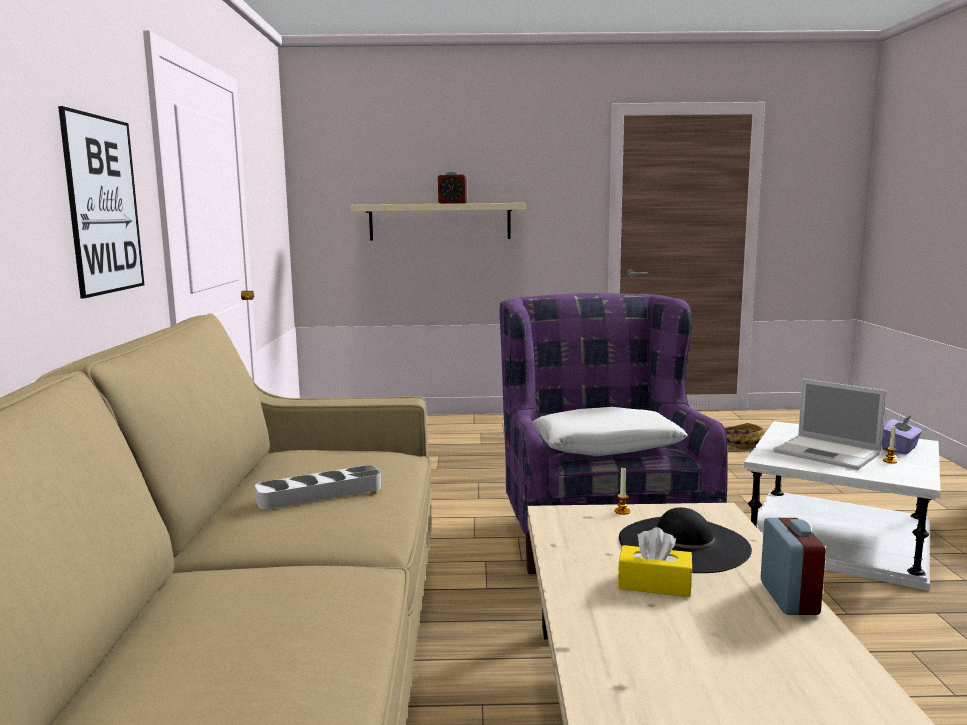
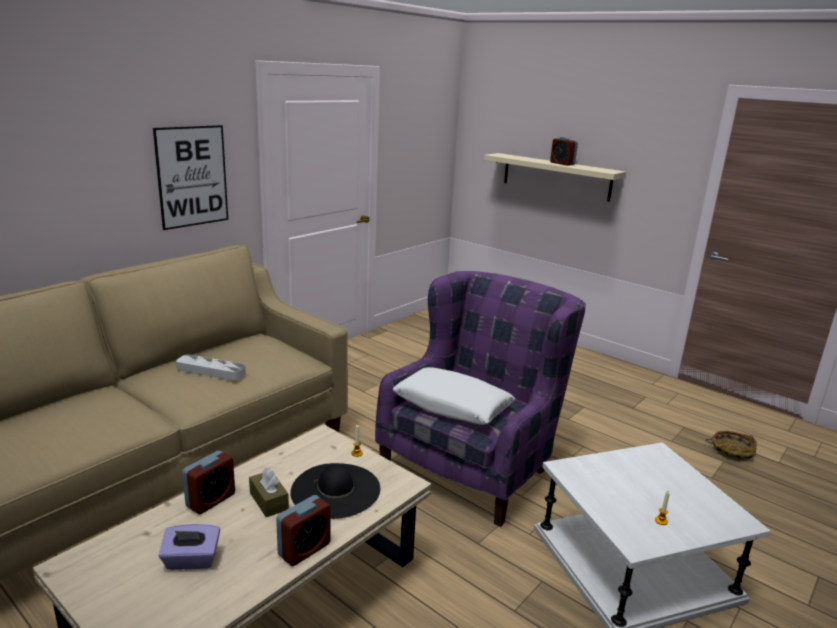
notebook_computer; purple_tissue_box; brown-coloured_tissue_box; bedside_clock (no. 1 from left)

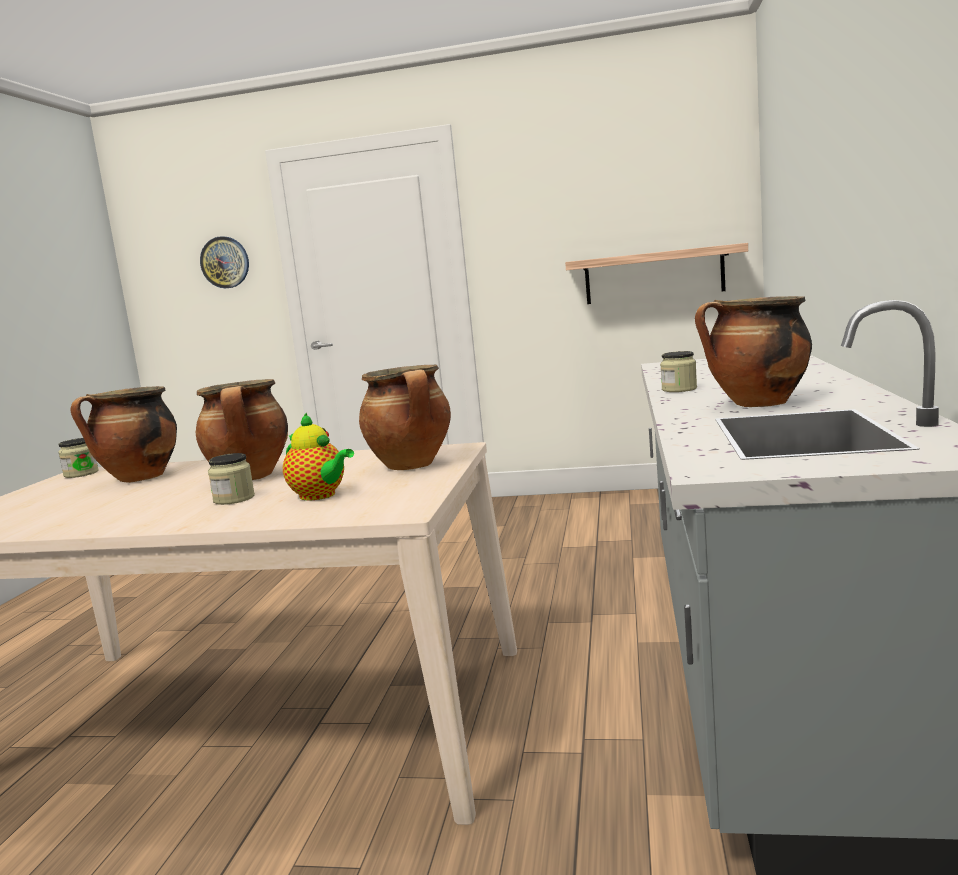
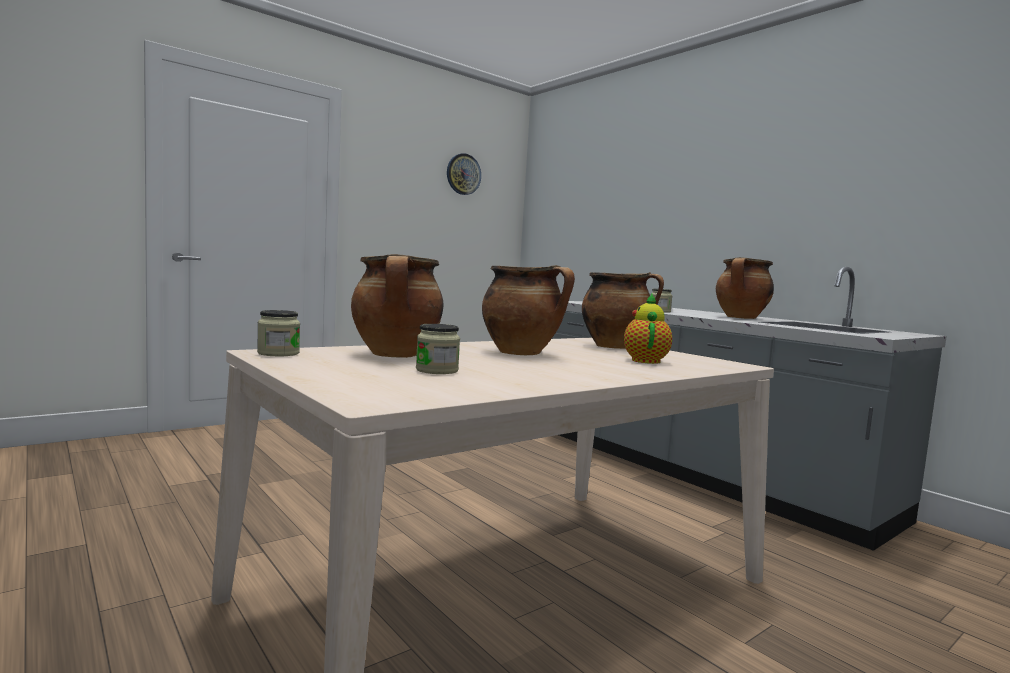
hanging_clock; shelf; pot_for_tea; jar (no. 2 from left)

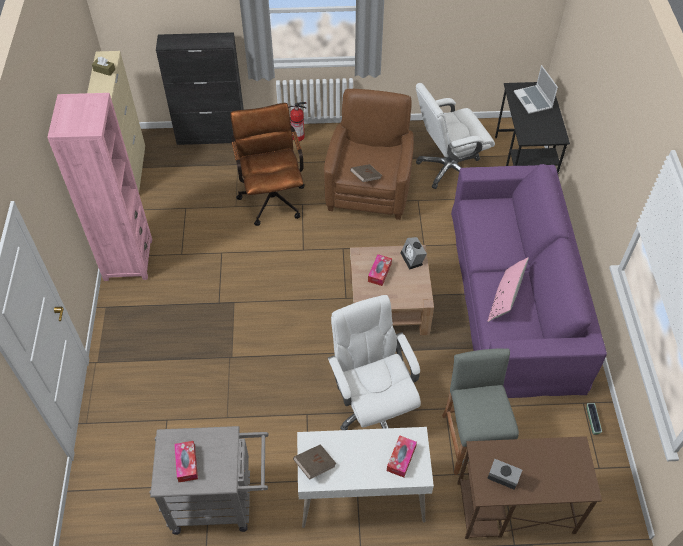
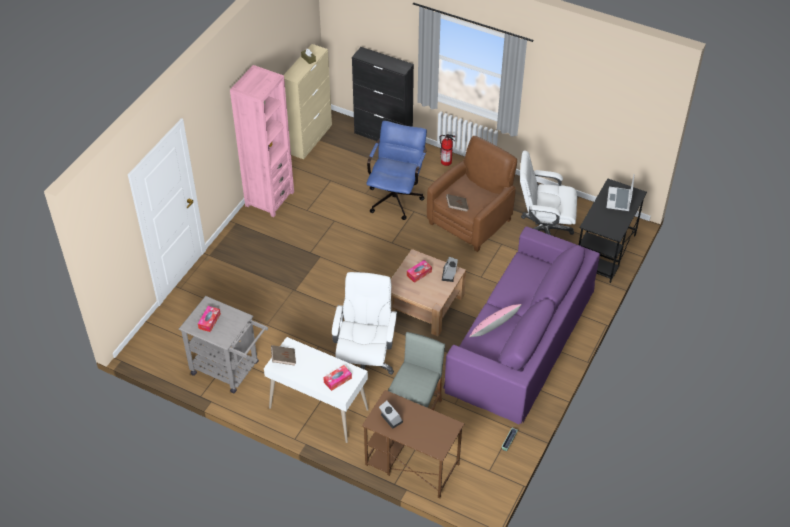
blue_office_chair

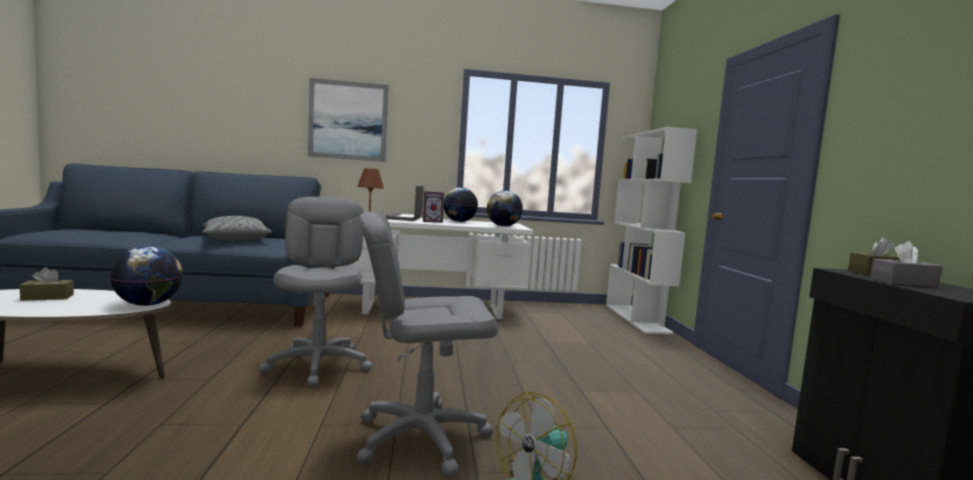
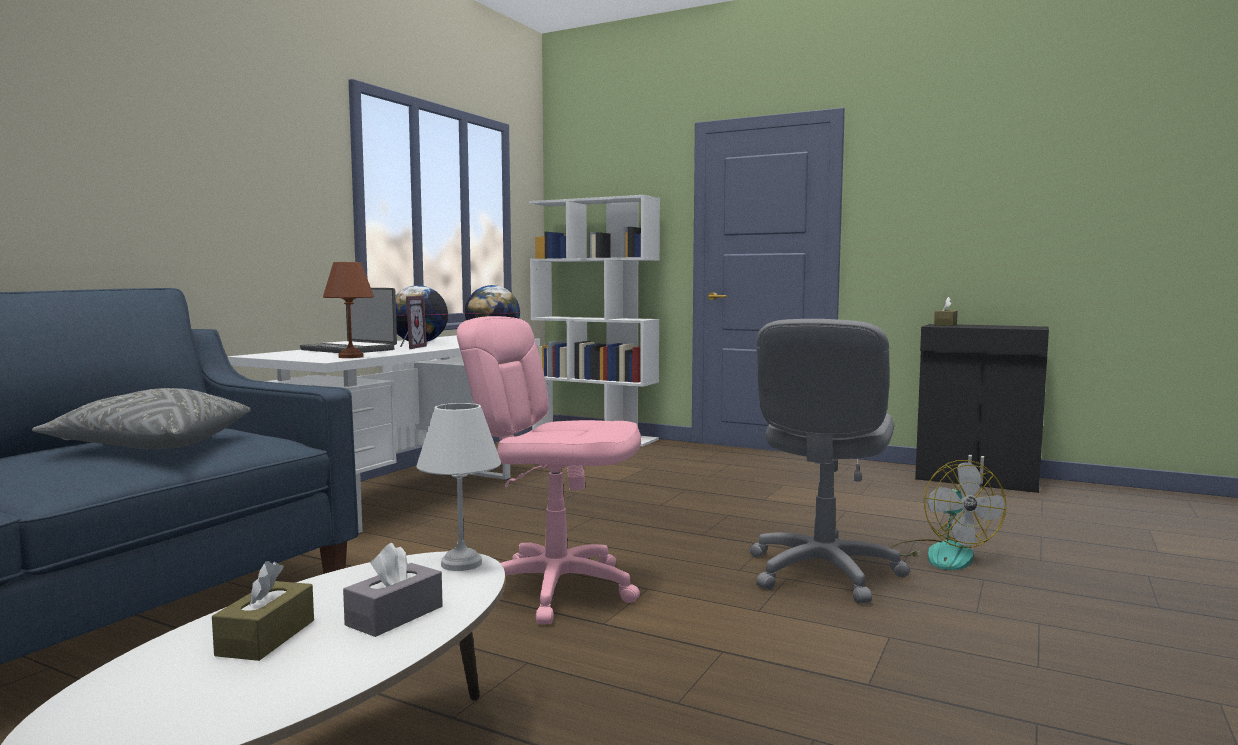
wall_picture; pinkish_office_chair; greyish_tissue_box; whitish_lamp_for_a_table

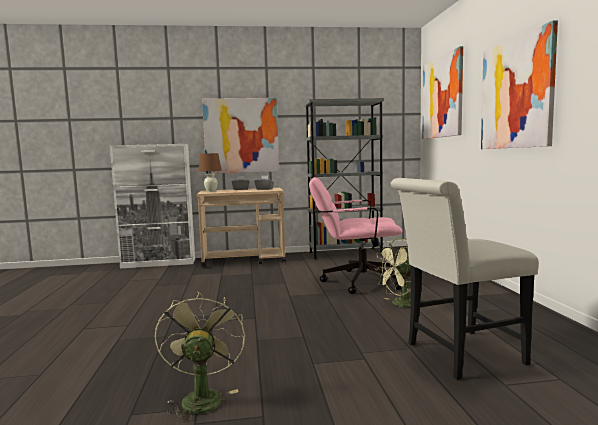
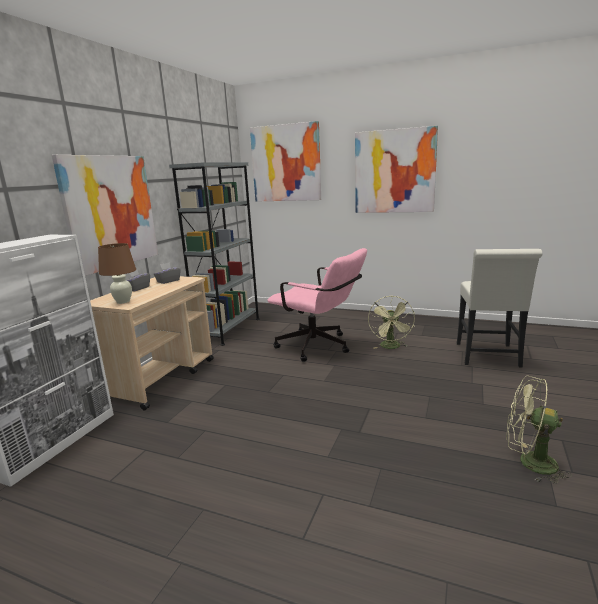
pinkish_office_chair

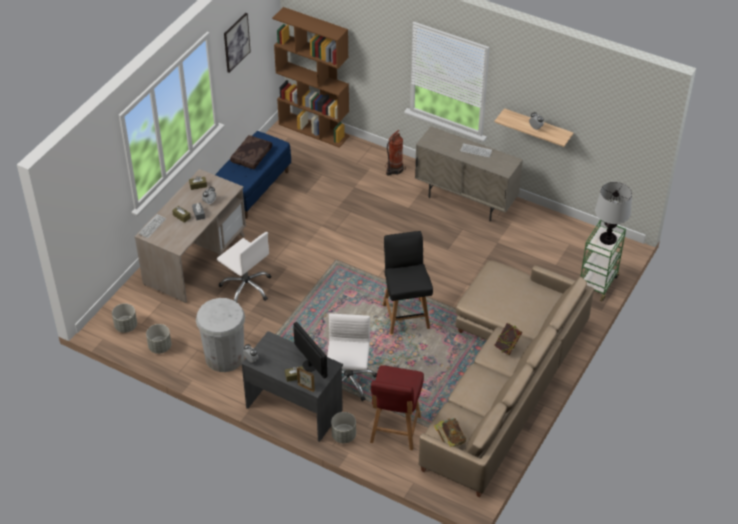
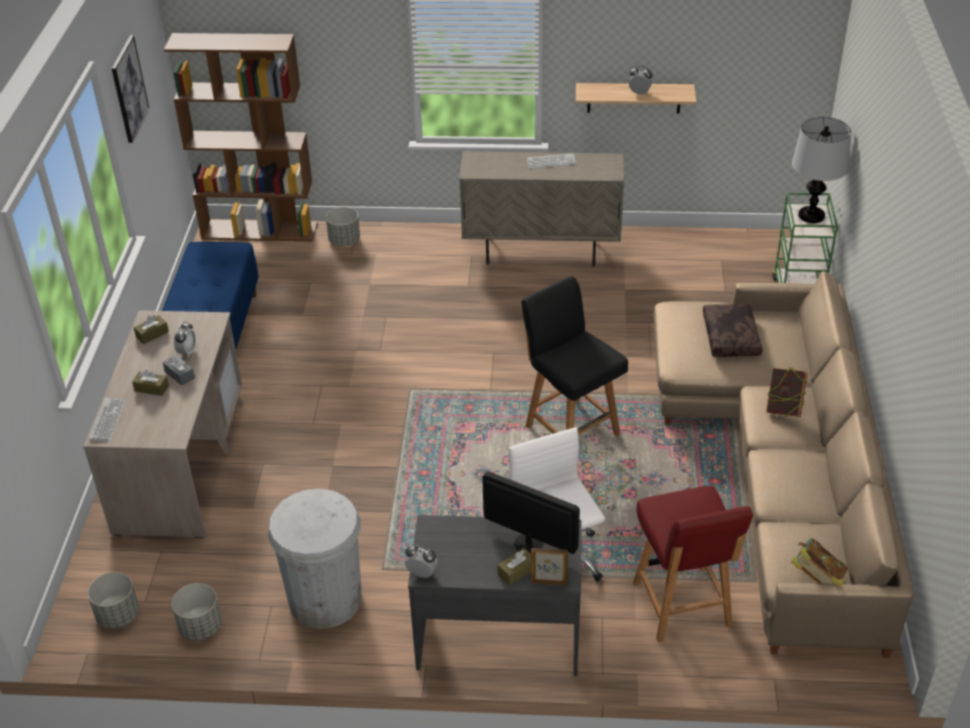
extinguisher; brown-coloured_pillow; whitish_office_chair (no. 1 from left in the first image); greyish_plant_pot (no. 3 from left)

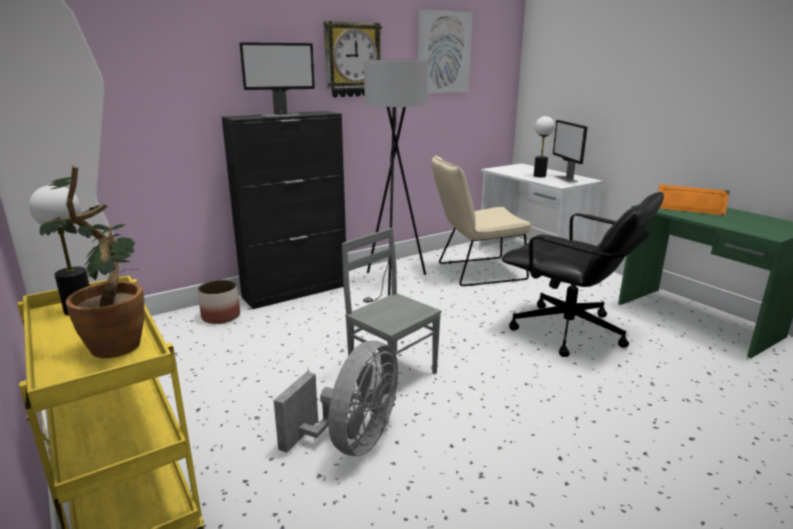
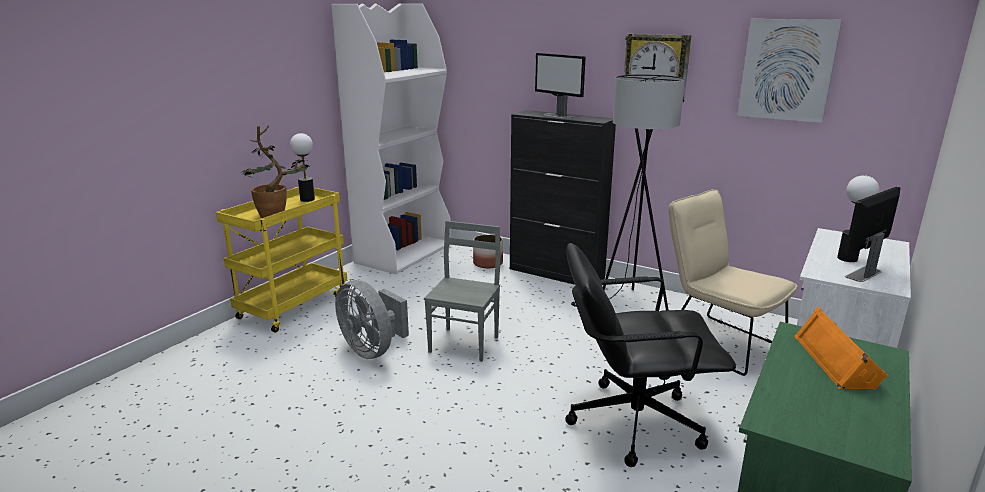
blackish_office_chair; greyish_fan

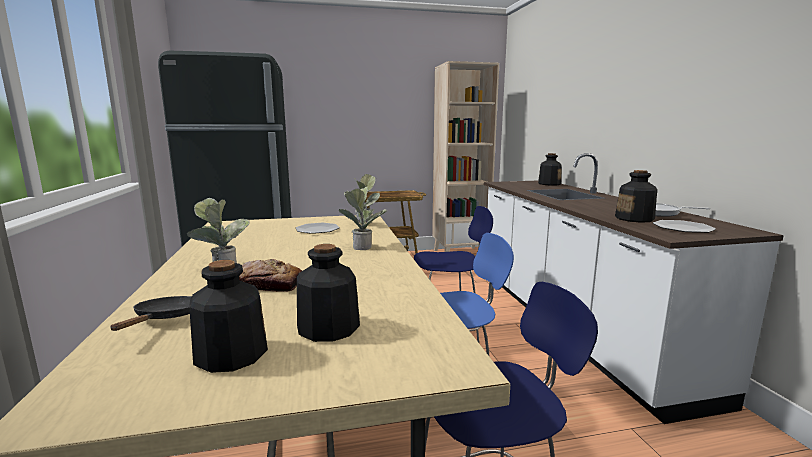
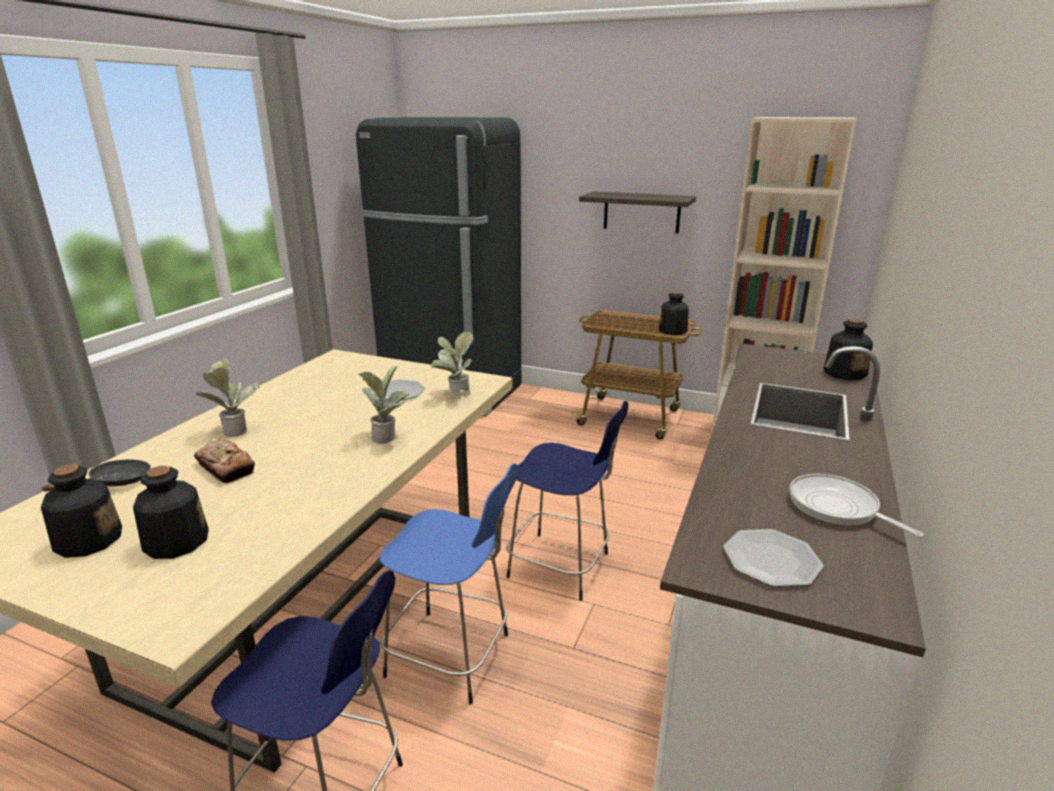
drink_bottle (no. 3 from left); shelf

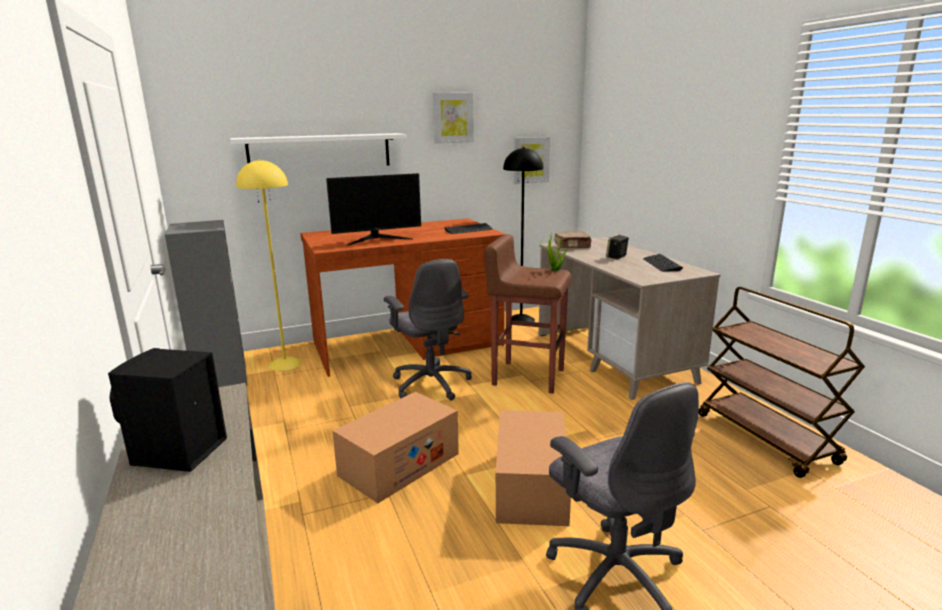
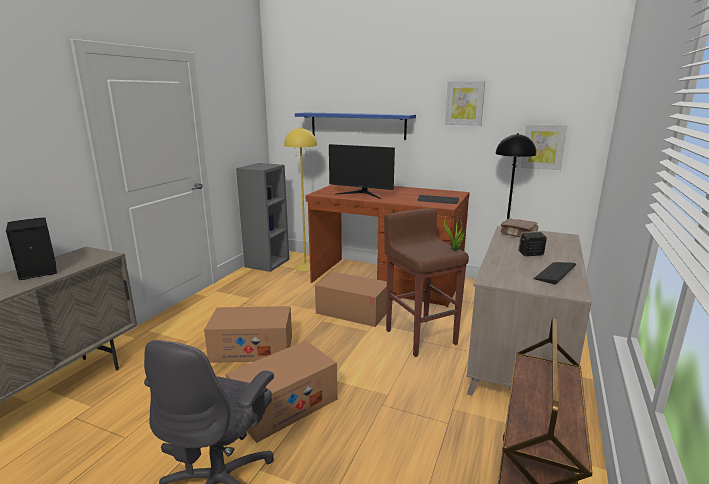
blue_shelf; packing_box (no. 3 from left)

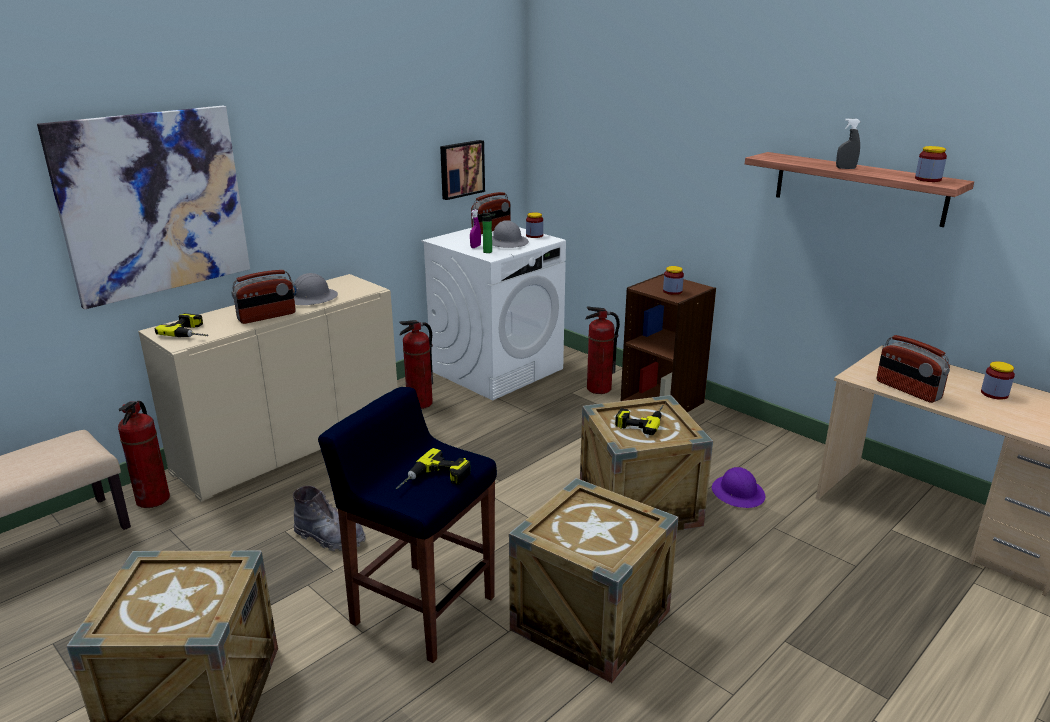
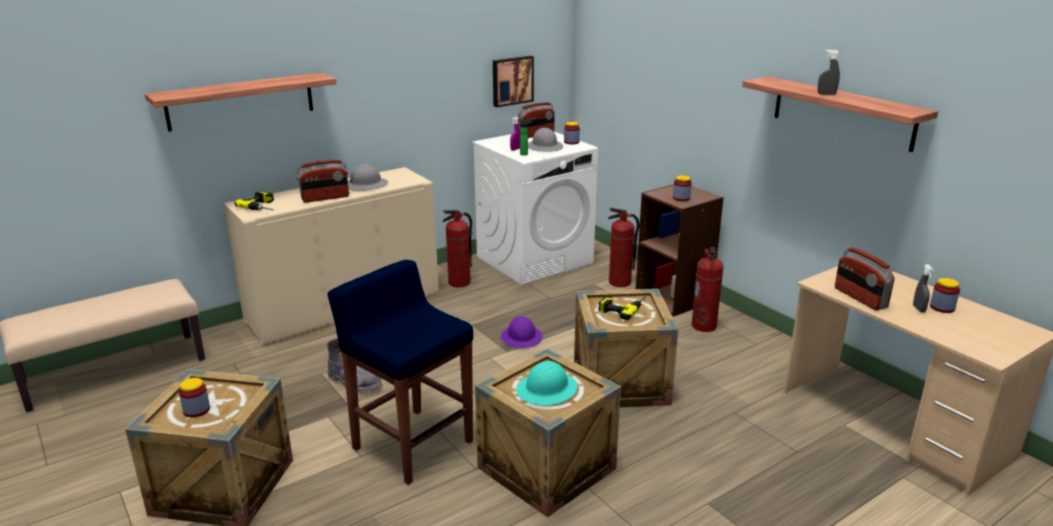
shelf (no. 1 from left); jar (no. 1 from left); extinguisher (no. 3 from left); electric_drill (no. 2 from left in the first image); purple_work_helmet; greyish_hand_sprayer (no. 2 from left); turquoise_work_helmet

